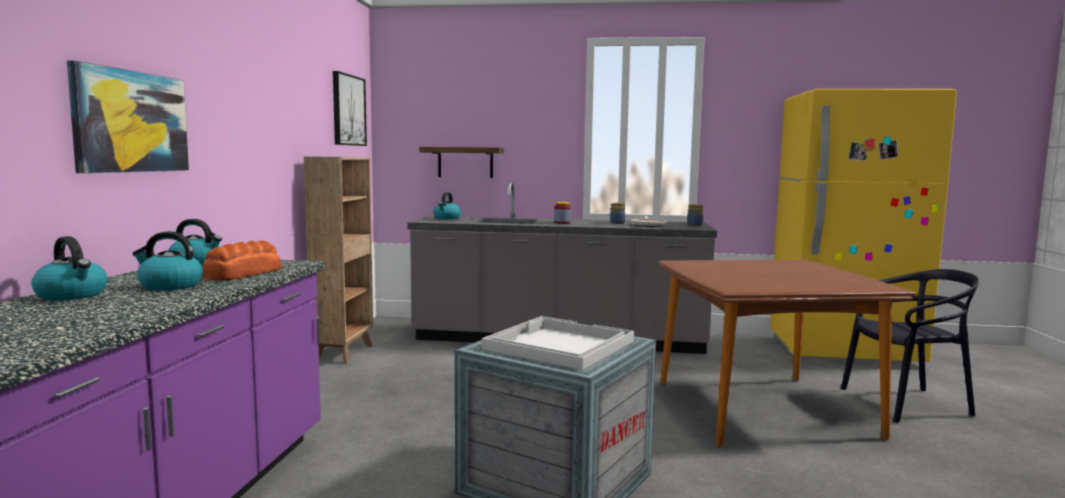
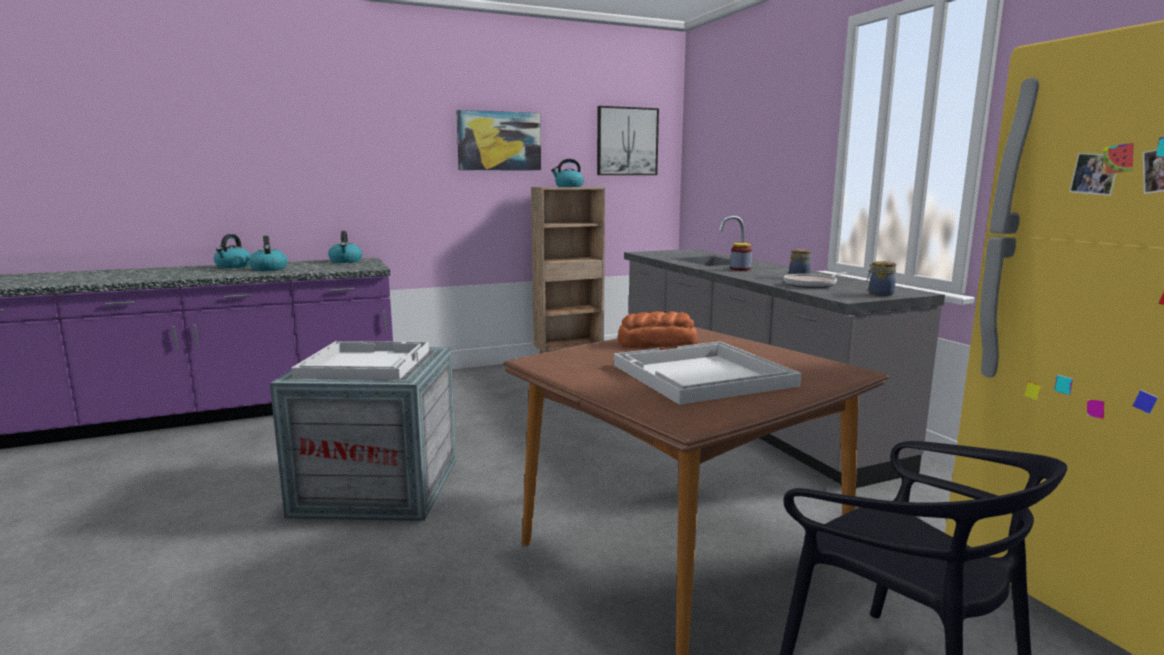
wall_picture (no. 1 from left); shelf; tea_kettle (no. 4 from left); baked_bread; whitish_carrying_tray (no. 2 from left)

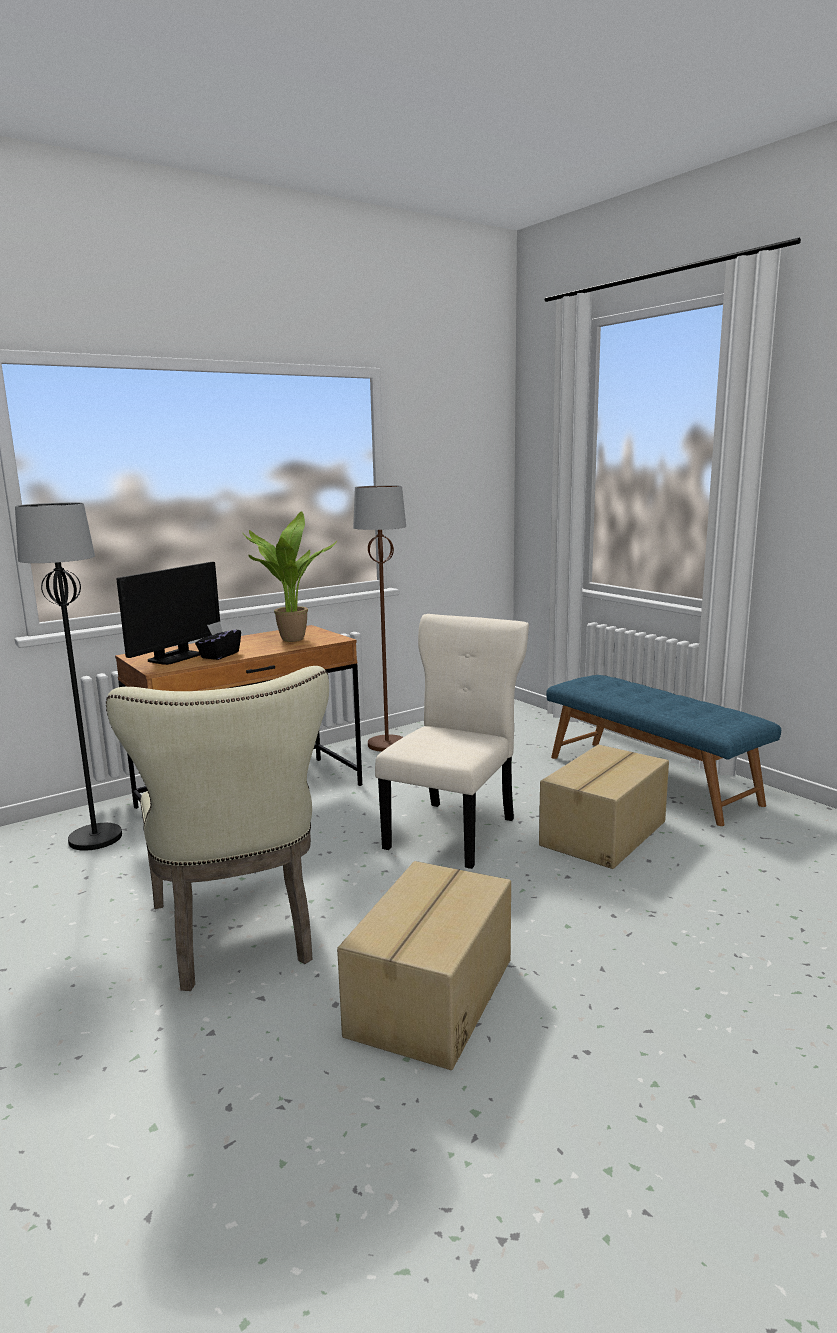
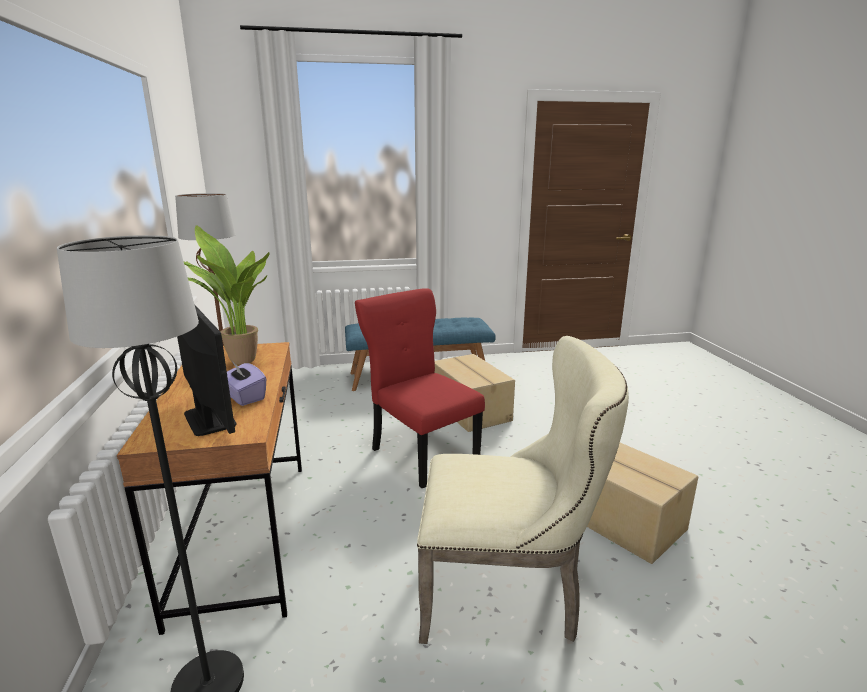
red-coloured_upright_chair; purple_tissue_box

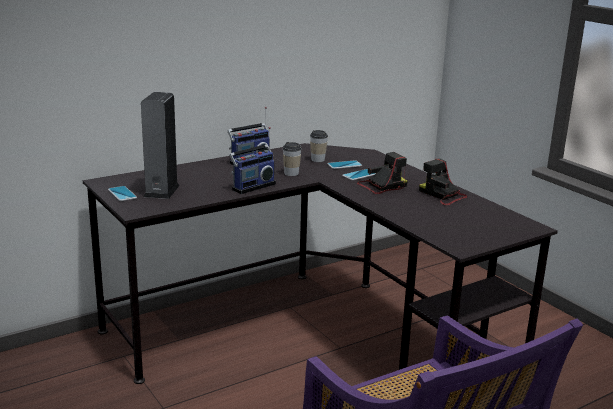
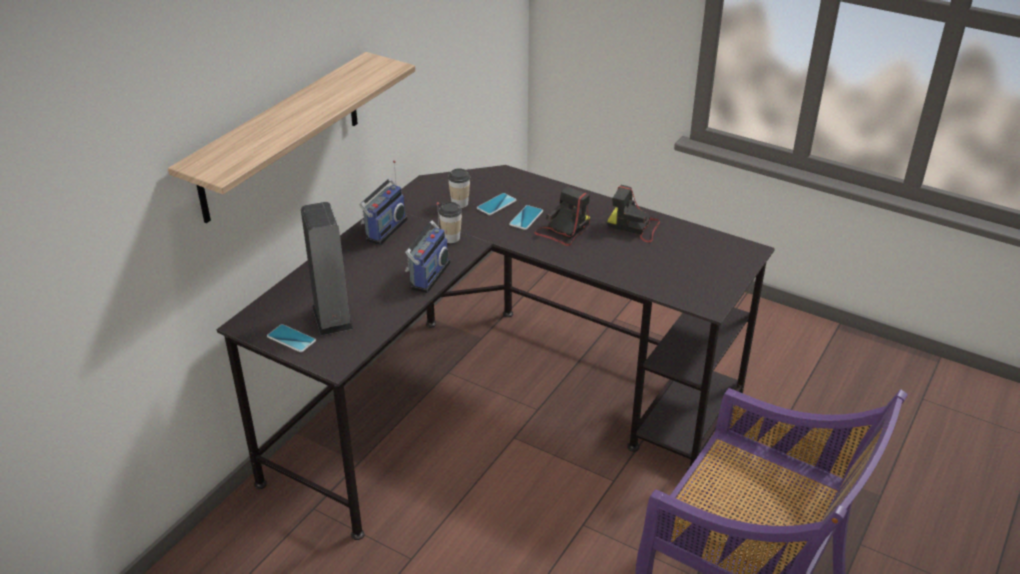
shelf

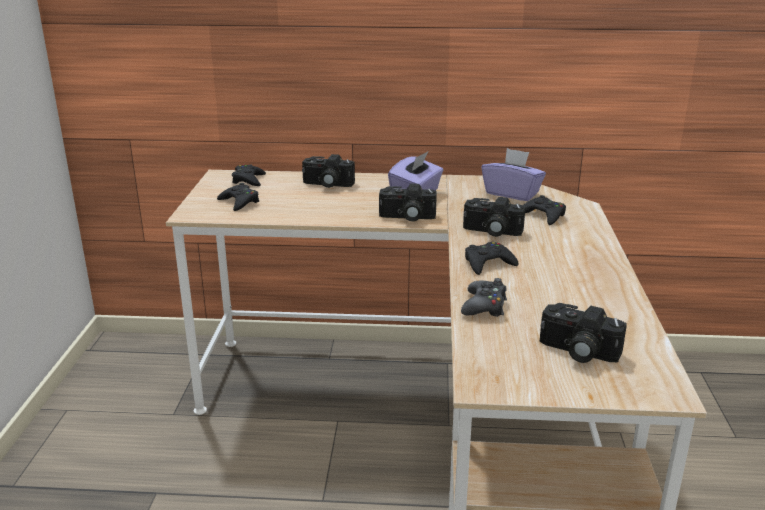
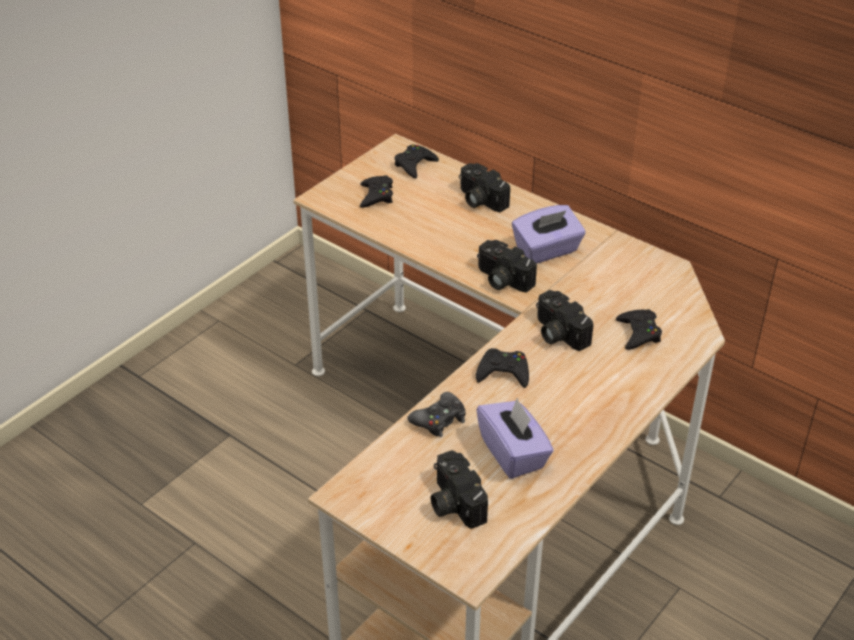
purple_tissue_box (no. 1 from left)

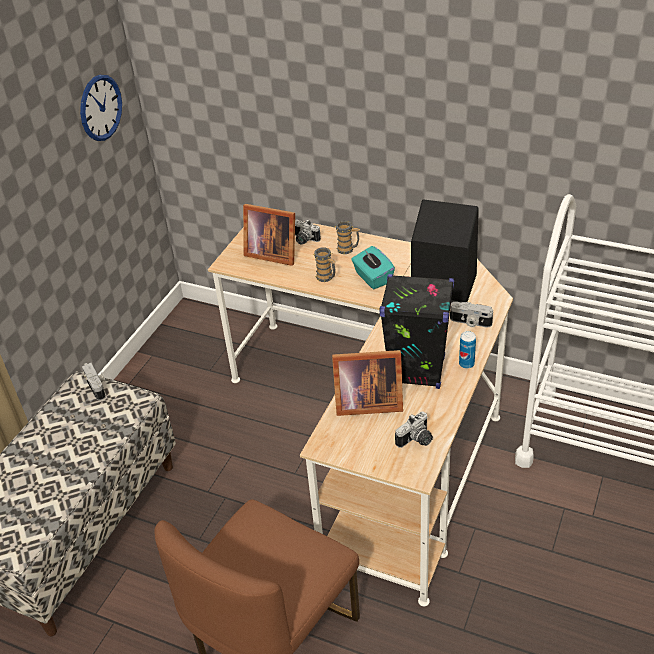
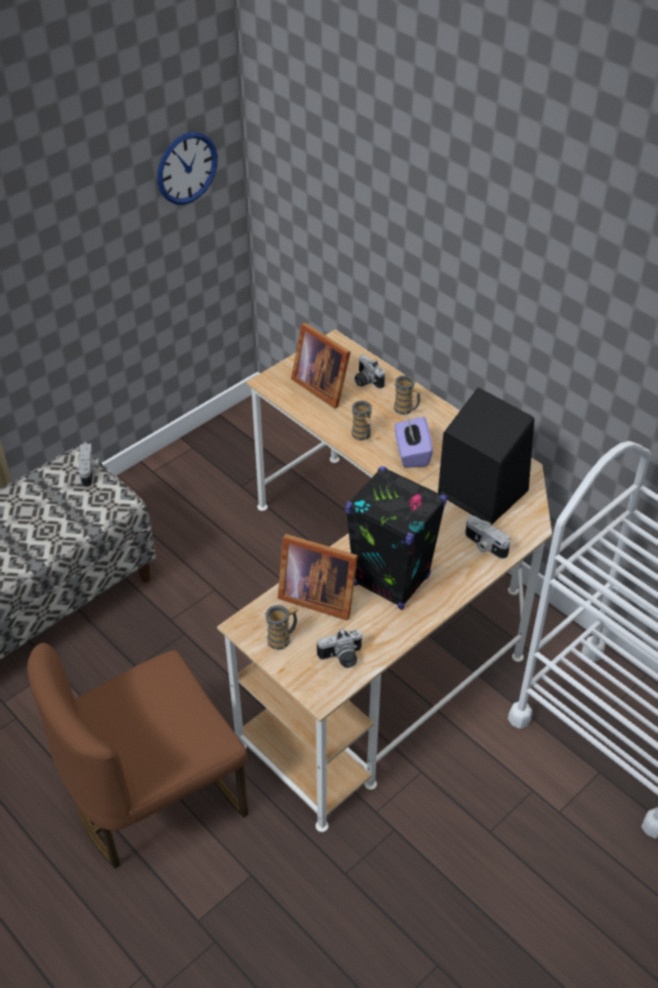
purple_tissue_box; sealed_can; coffee_mug (no. 1 from left)

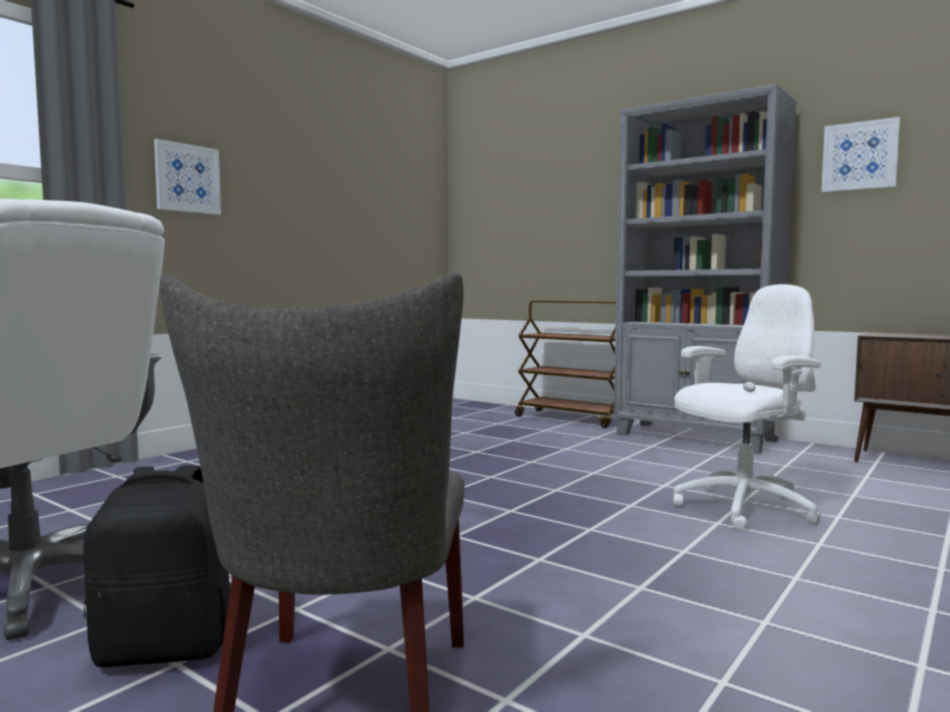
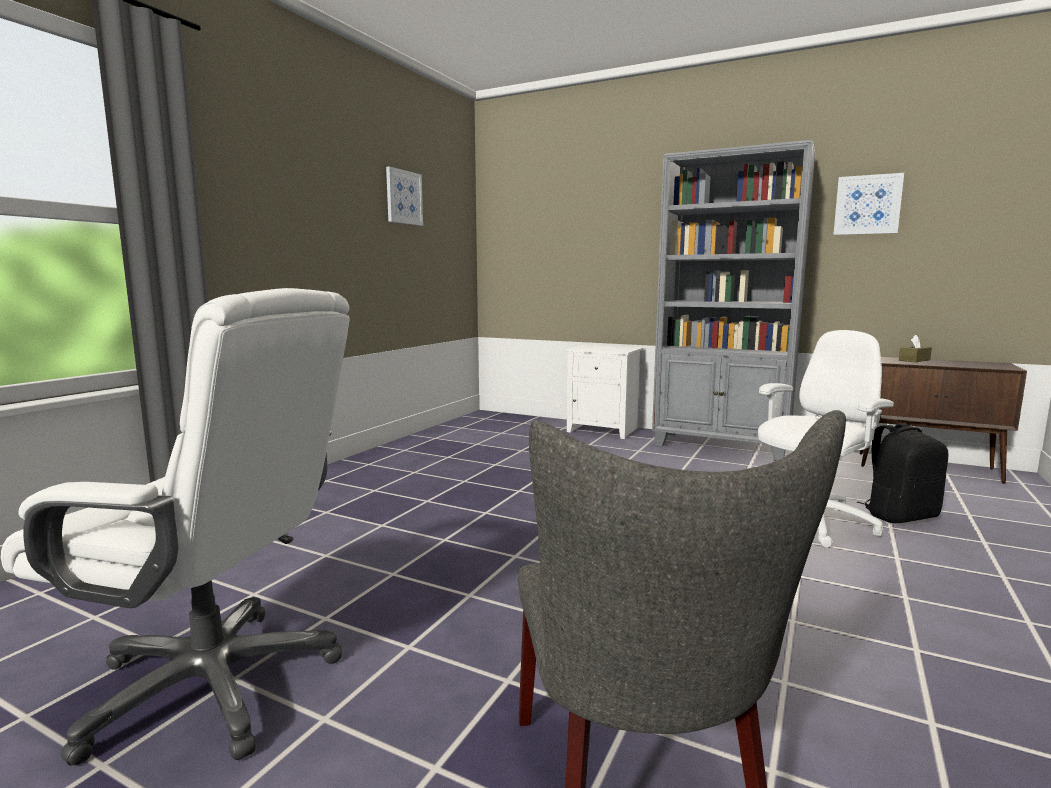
wall_picture (no. 1 from left); whitish_bedside_table; blackish_knapsack; brown-coloured_tissue_box

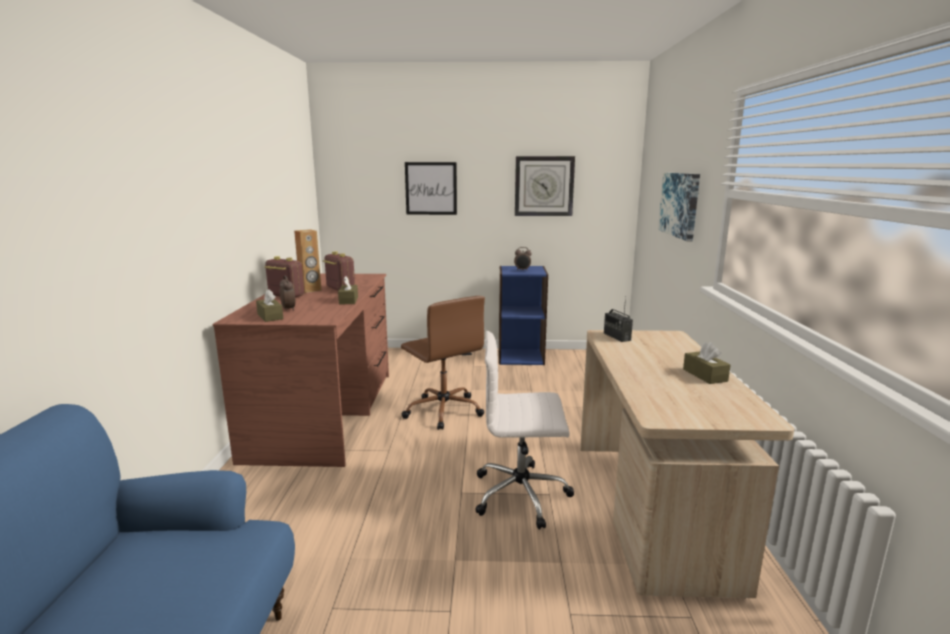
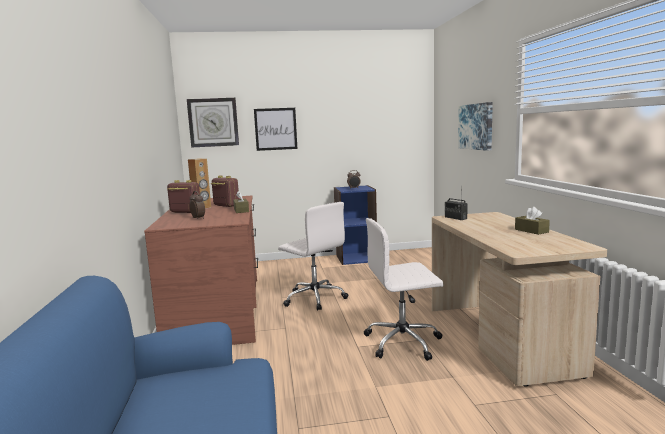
hanging_clock; brown-coloured_tissue_box (no. 1 from left in the first image); whitish_office_chair (no. 1 from left)

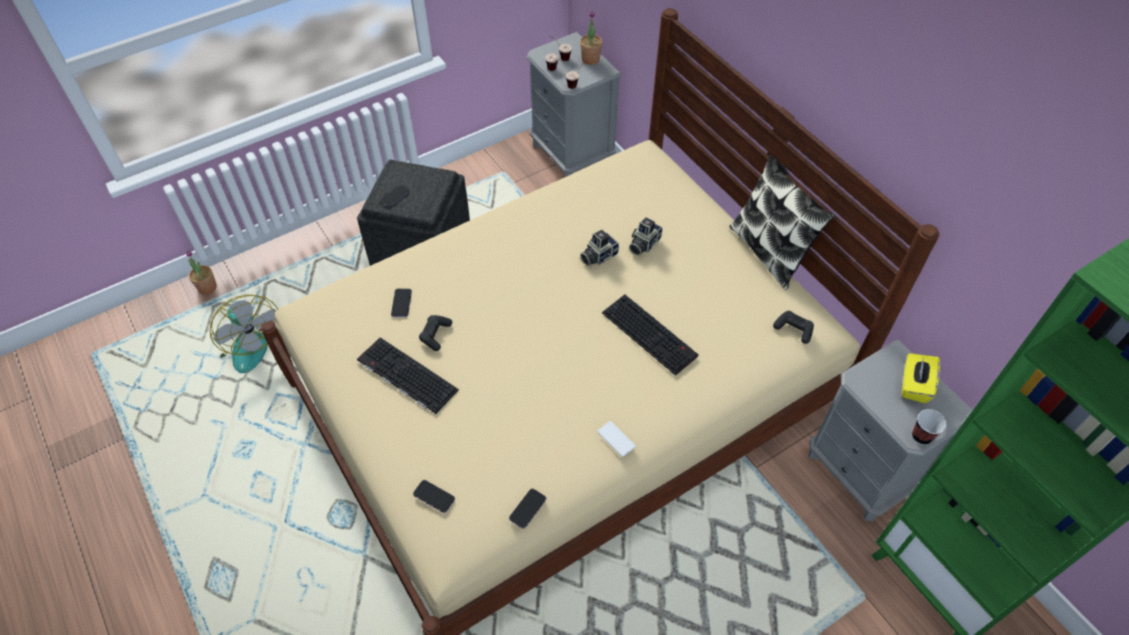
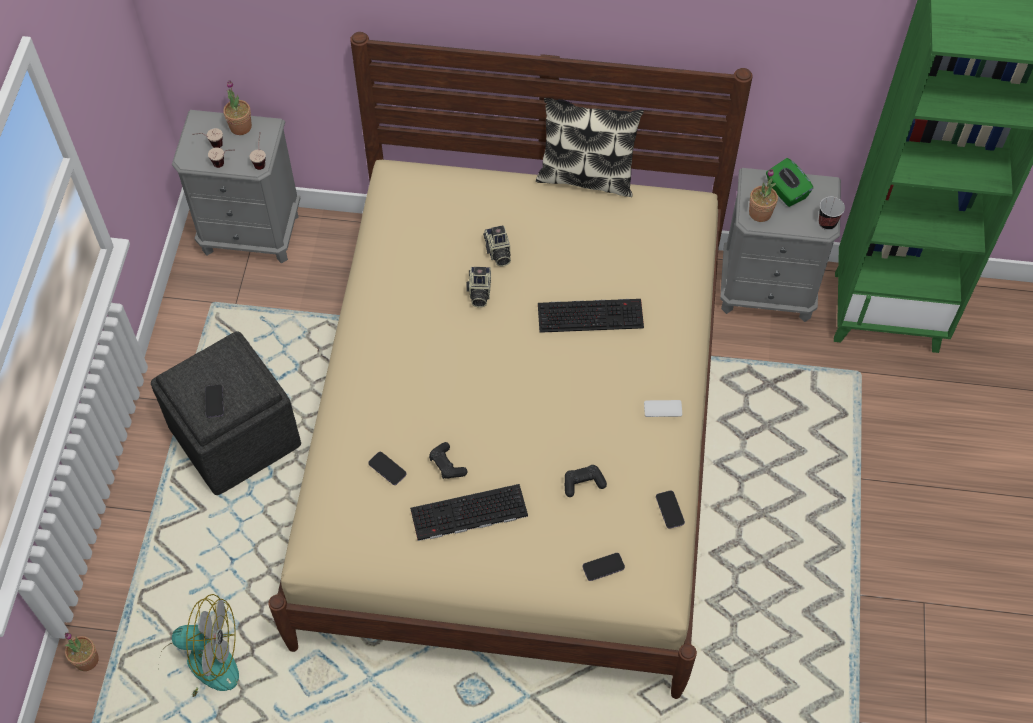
blackish_gamepad (no. 2 from left); greenish_tissue_box; plant_in_a_pot (no. 3 from left)

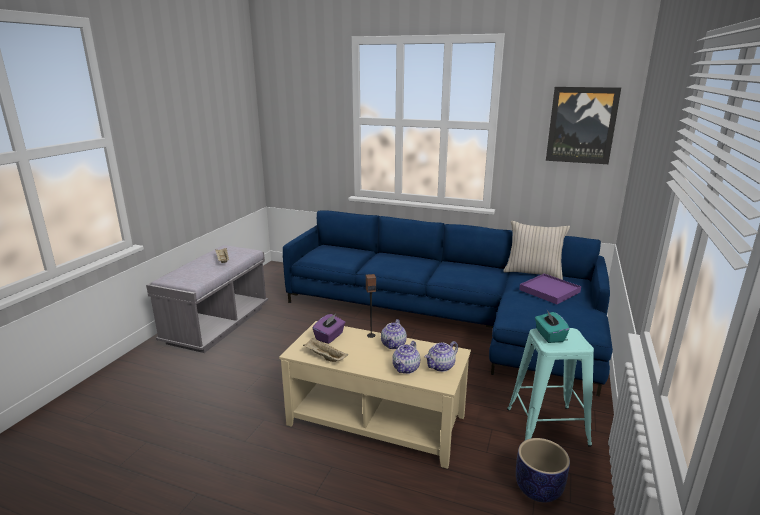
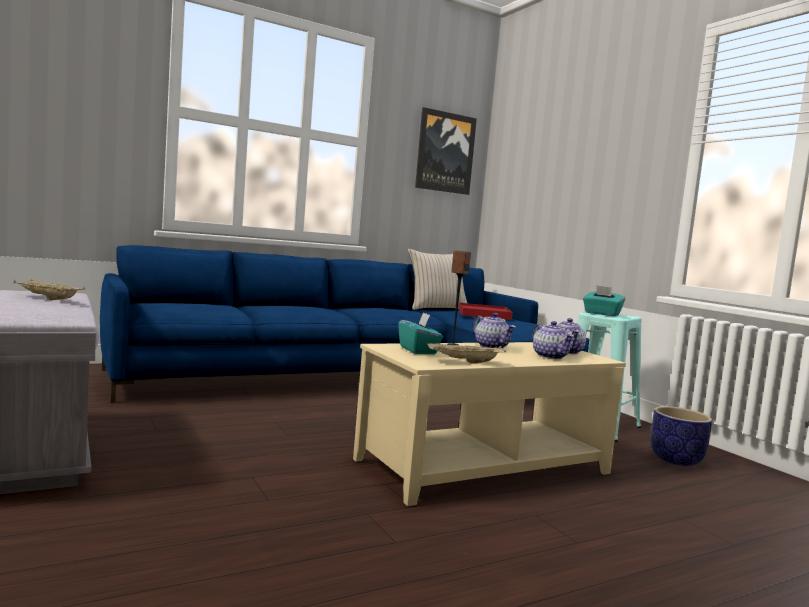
red-coloured_carrying_tray; turquoise_tissue_box (no. 1 from left)

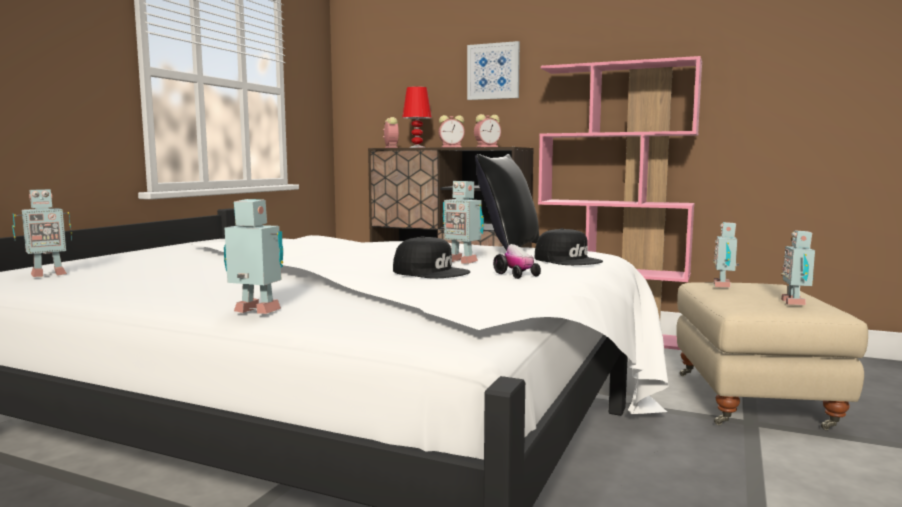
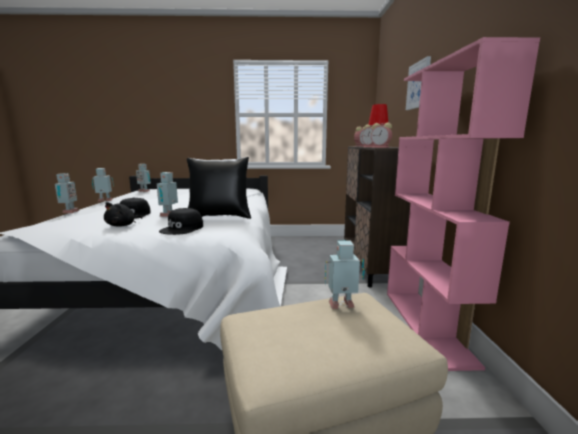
toy_robot (no. 2 from left); blackish_plush_toy

